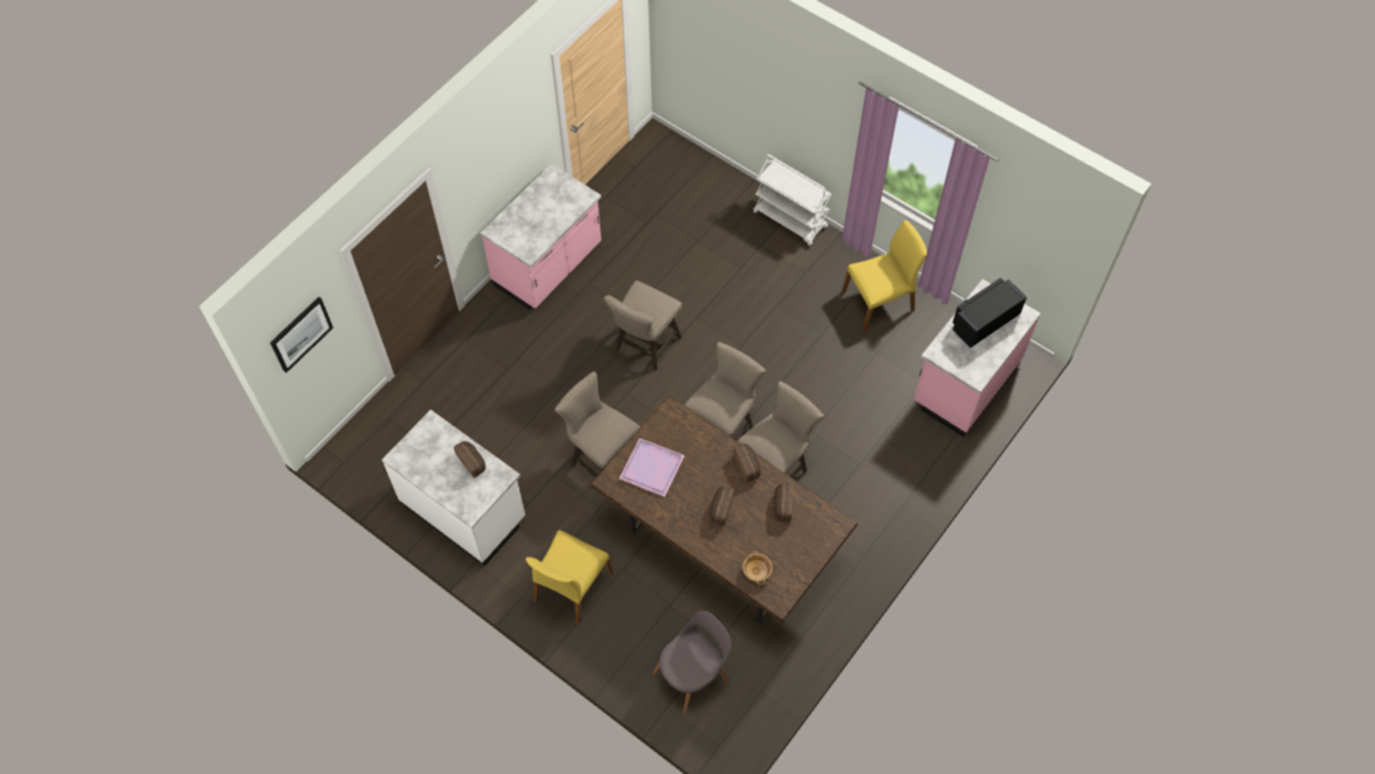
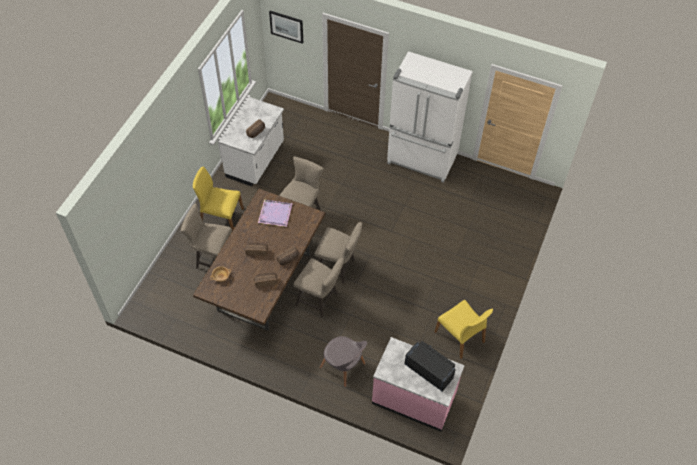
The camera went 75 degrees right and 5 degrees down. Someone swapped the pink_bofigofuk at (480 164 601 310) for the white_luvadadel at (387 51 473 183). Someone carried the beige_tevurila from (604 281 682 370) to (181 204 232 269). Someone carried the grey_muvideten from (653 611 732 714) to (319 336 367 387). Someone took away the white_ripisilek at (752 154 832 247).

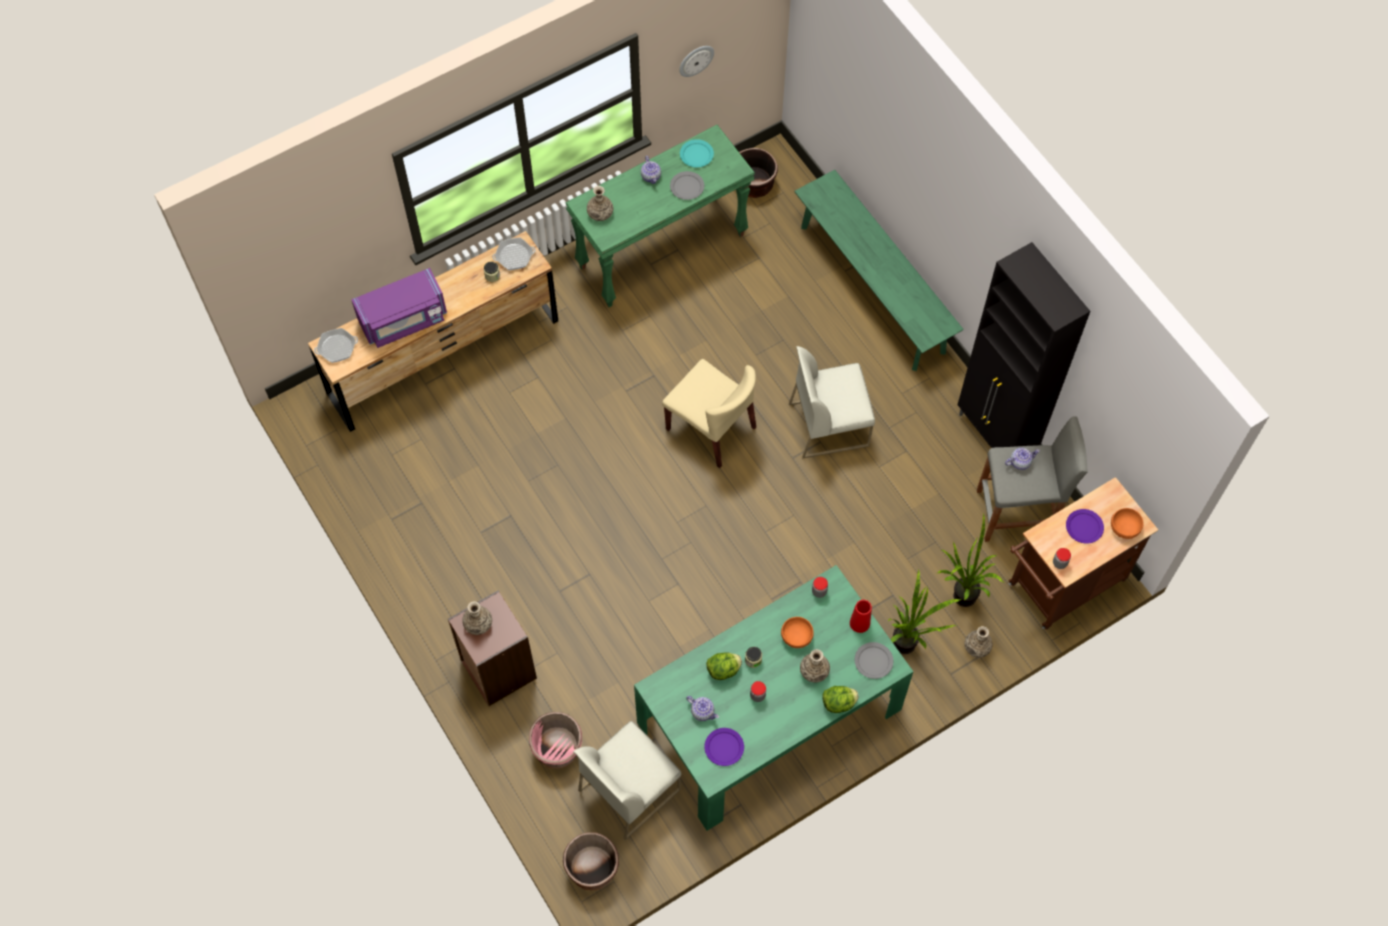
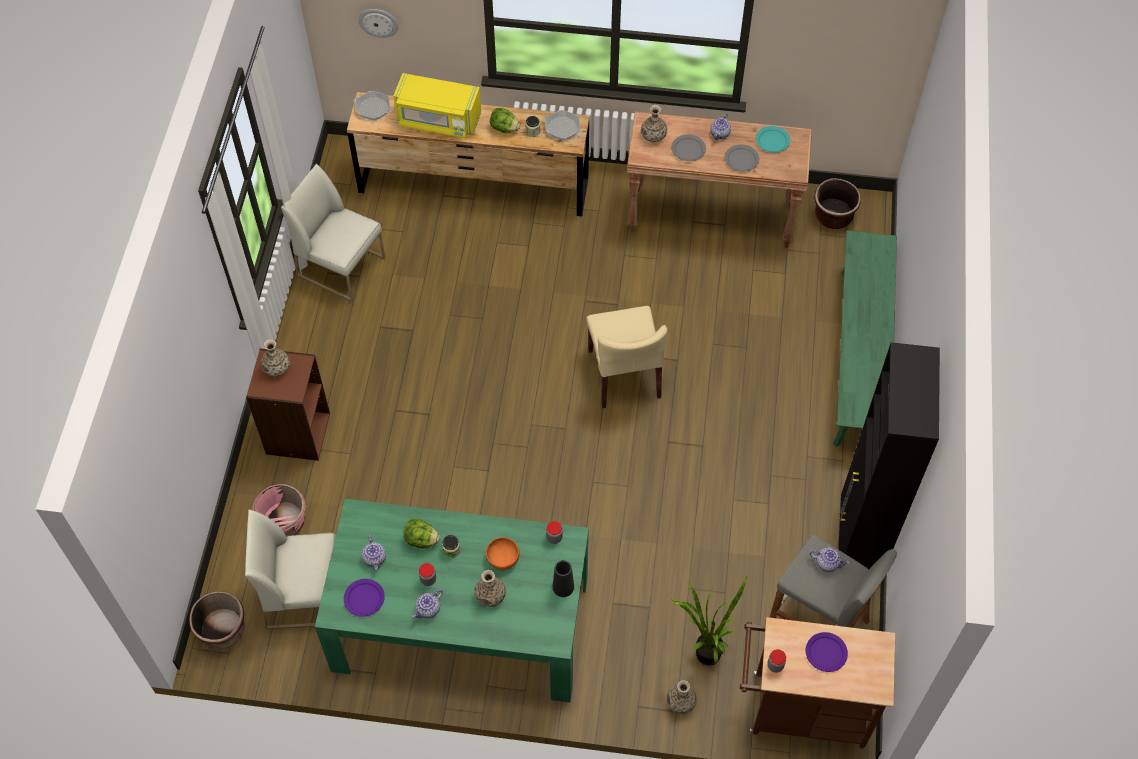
The camera went 40 degrees right and 5 degrees down. Someone repainted the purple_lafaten at (351 268 447 348), which became the yellow_lafaten at (393 73 481 138). Someone repainted the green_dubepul at (566 125 755 307), which became the brown_dubepul at (627 111 812 248). Someone carried the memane from (679 46 714 77) to (358 9 398 38). Someone carried the white_muvideten from (789 346 875 459) to (281 164 385 302). Someone carried the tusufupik from (823 686 859 713) to (490 108 520 134). Someone repainted the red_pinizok at (850 600 872 633), which became the black_pinizok at (553 560 574 597). Someone carried the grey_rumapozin from (855 642 893 679) to (671 134 706 161). Someone took away the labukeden at (888 569 963 654). Someone took away the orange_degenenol at (1111 508 1144 539). Someone put down the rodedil at (412 589 443 618).

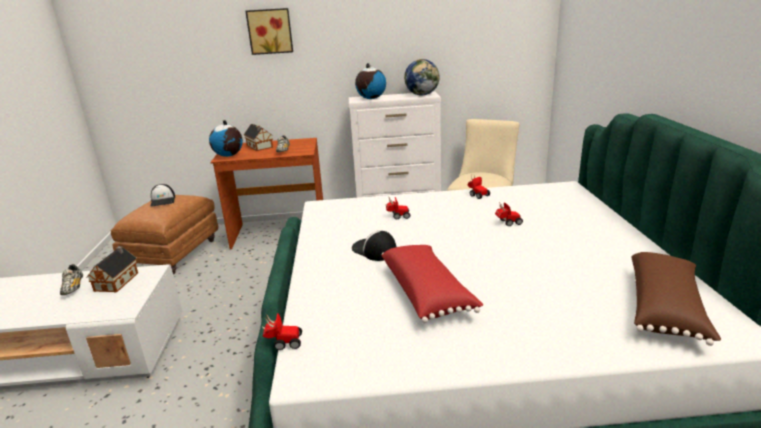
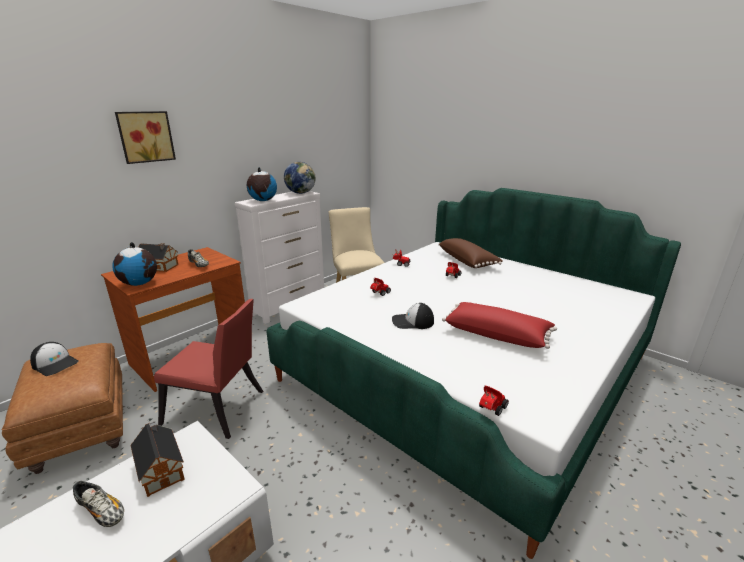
The camera went 45 degrees left and 0 degrees up. Someone carried the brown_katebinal from (631 252 721 346) to (438 238 503 268). Someone put down the red_muvideten at (154 299 263 439).

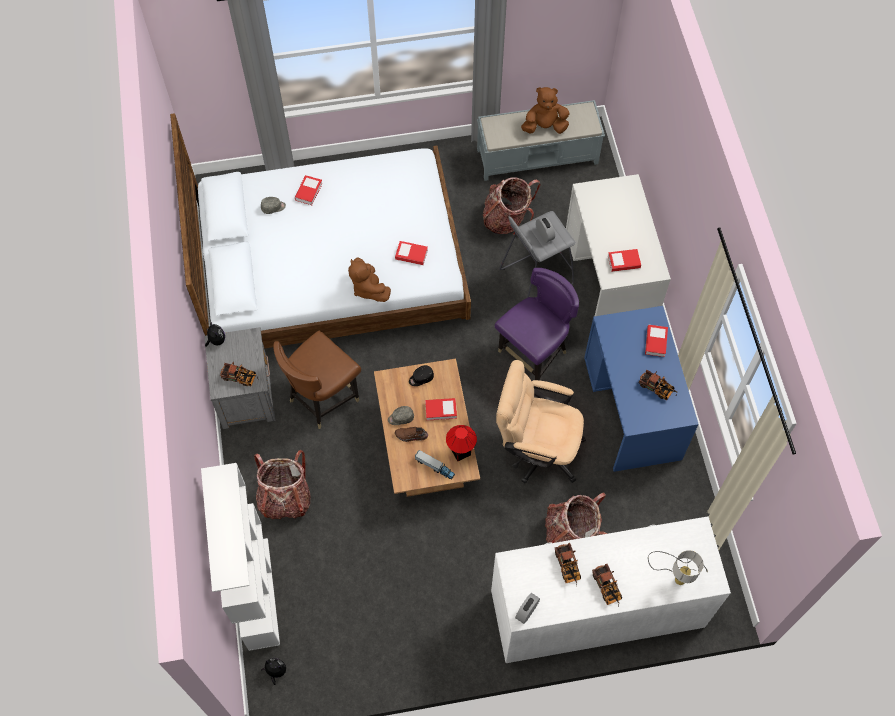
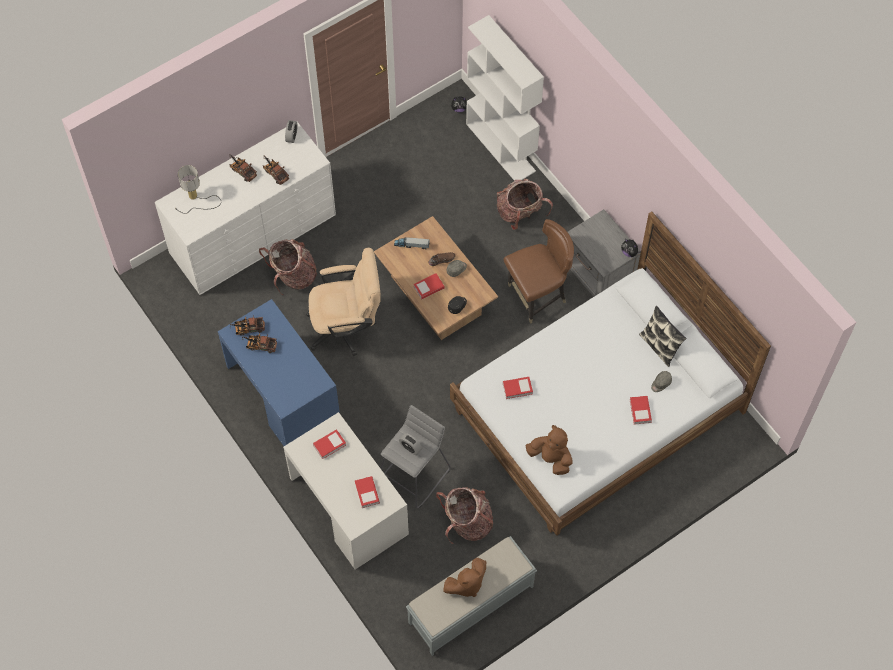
The camera went 155 degrees right and 0 degrees up. Someone carried the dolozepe from (220 361 258 386) to (230 315 265 335). Someone rotated the brown_muvideten at (273 331 361 429) by 45 degrees clockwise. Someone carried the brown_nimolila from (348 257 391 302) to (525 425 573 475). Someone took away the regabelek at (446 425 477 461). Someone took away the purple_muvideten at (495 268 579 381). Someone carried the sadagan from (645 325 668 357) to (355 476 380 508). Someone put down the katebinal at (639 306 687 367).

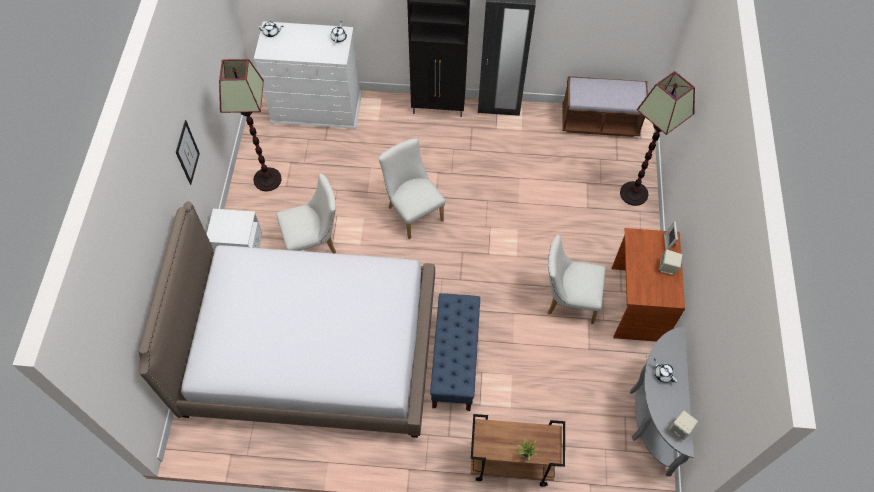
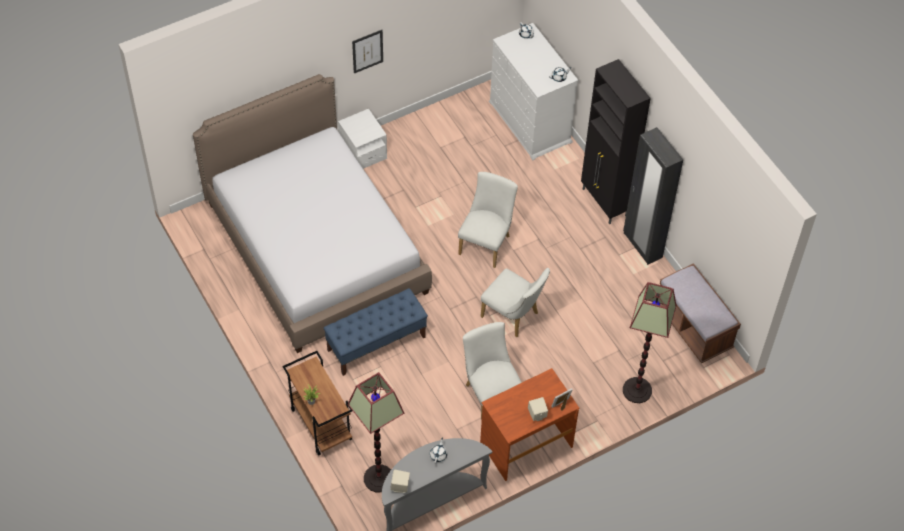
The camera went 55 degrees right and 5 degrees down. Someone carried the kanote from (219 59 282 191) to (348 372 404 492). Someone carried the white_muvideten from (276 174 336 254) to (480 268 550 337).

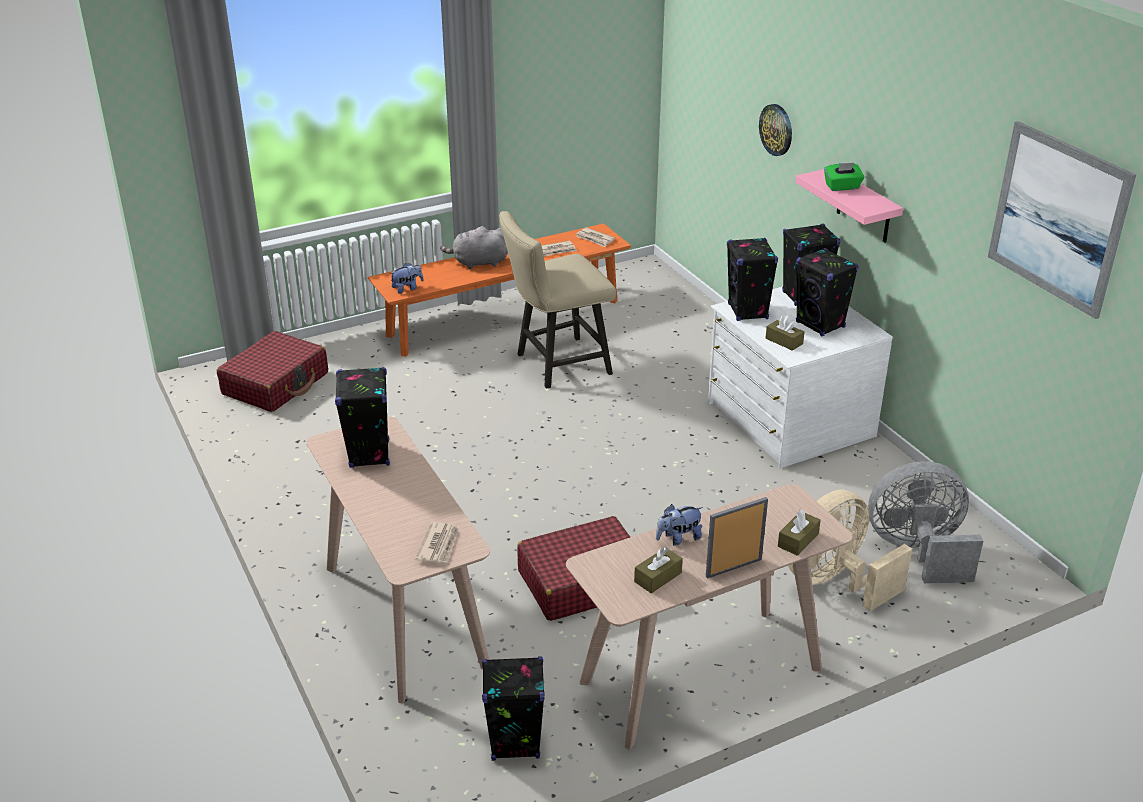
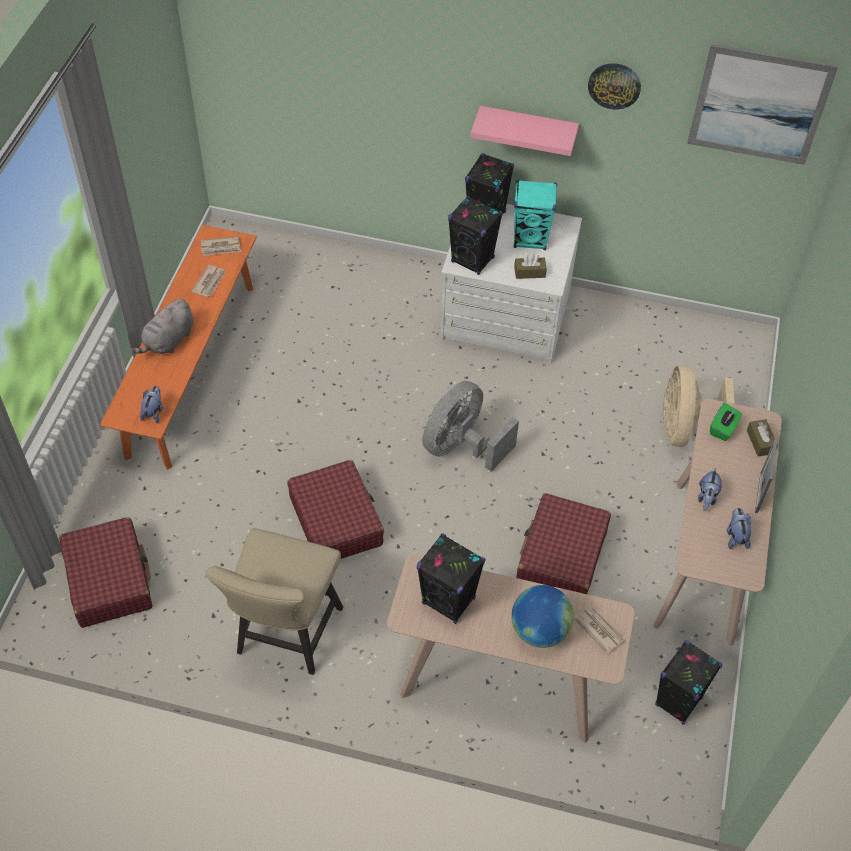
The camera went 50 degrees left and 20 degrees up. Someone carried the beige_muvideten from (499 211 616 389) to (205 528 343 675). Someone swapped the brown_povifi at (634 547 683 593) for the nimolila at (727 508 751 549). Someone carried the memane from (759 104 792 156) to (588 63 641 109). Someone repainted the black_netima at (796 248 859 336), which became the turquoise_netima at (514 180 557 250). Someone carried the green_povifi from (824 163 864 191) to (710 402 742 441). Someone carried the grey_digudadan from (868 461 983 583) to (422 381 519 471). Someone put down the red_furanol at (288 460 384 559). Someone put down the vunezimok at (511 585 574 648).

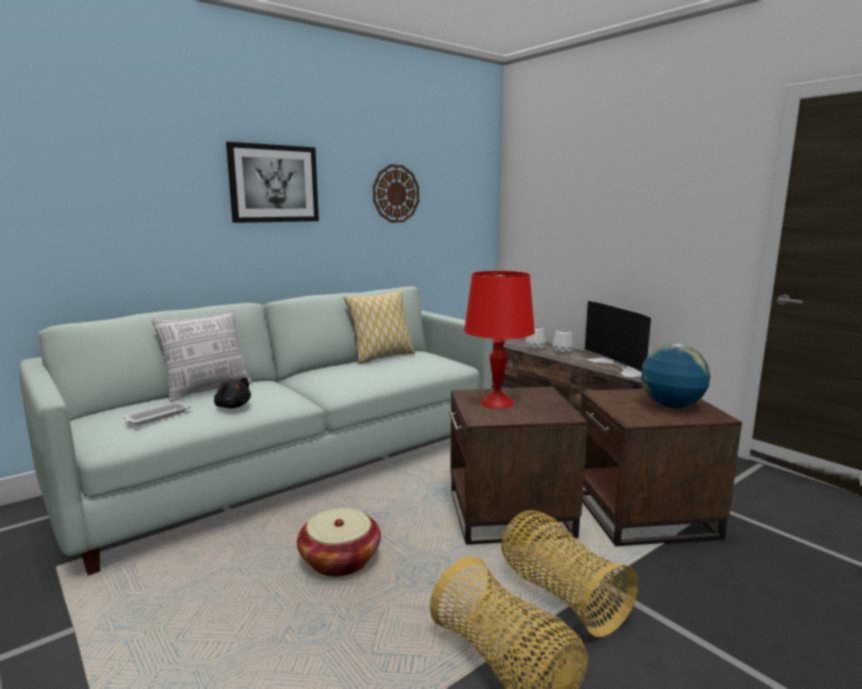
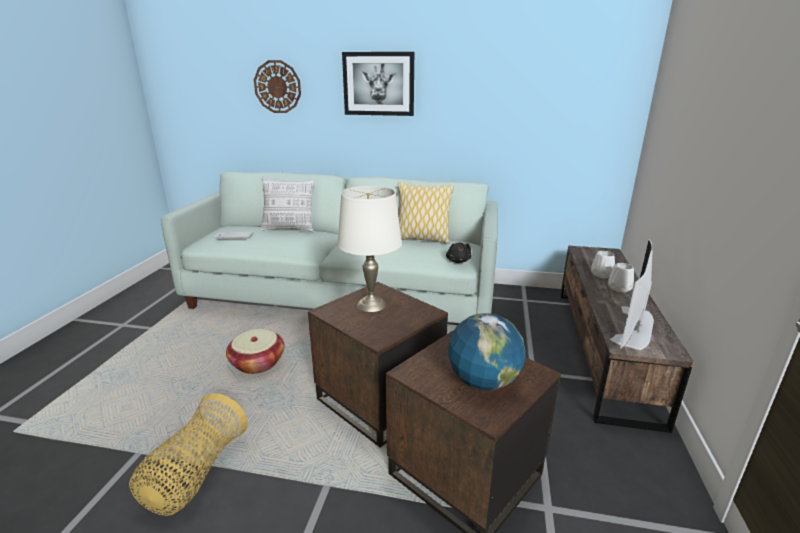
The camera went 50 degrees right and 10 degrees up. Someone carried the black_nimolila from (214 377 251 408) to (446 242 471 263). Someone carried the memane from (373 164 419 223) to (254 60 301 113). Someone repainted the red_regabelek at (464 271 535 408), which became the white_regabelek at (337 186 402 312). Someone took away the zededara at (501 510 638 637).

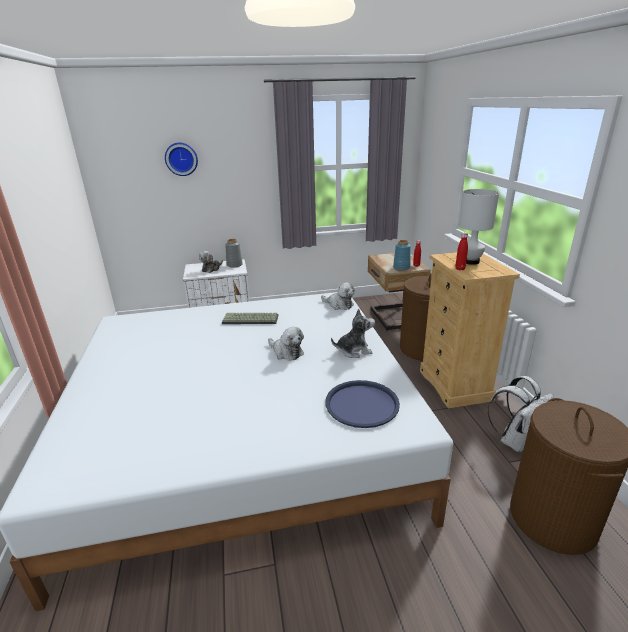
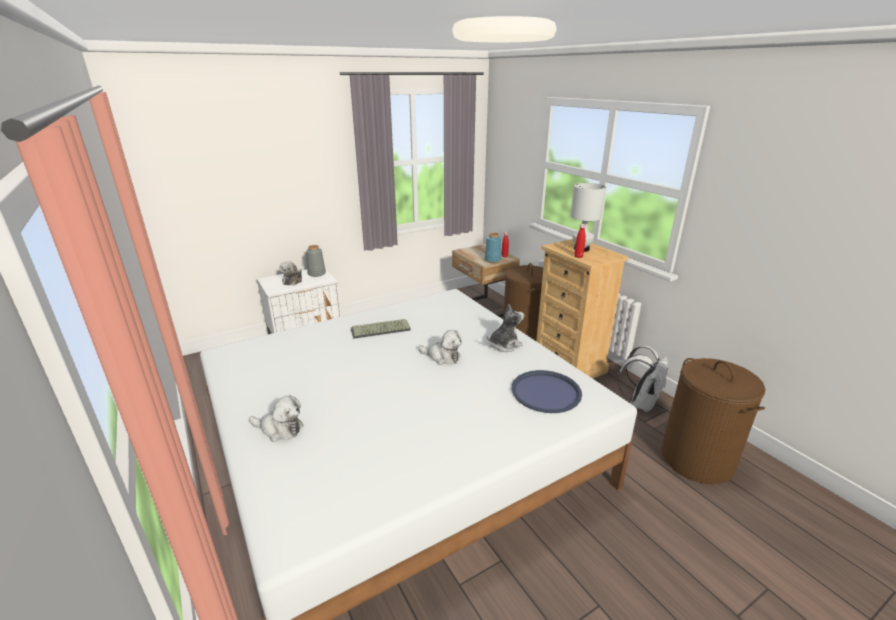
The camera went 20 degrees left and 0 degrees up. Someone took away the memane at (165 143 198 176). Someone carried the nimolila from (321 282 355 310) to (249 395 303 442).

